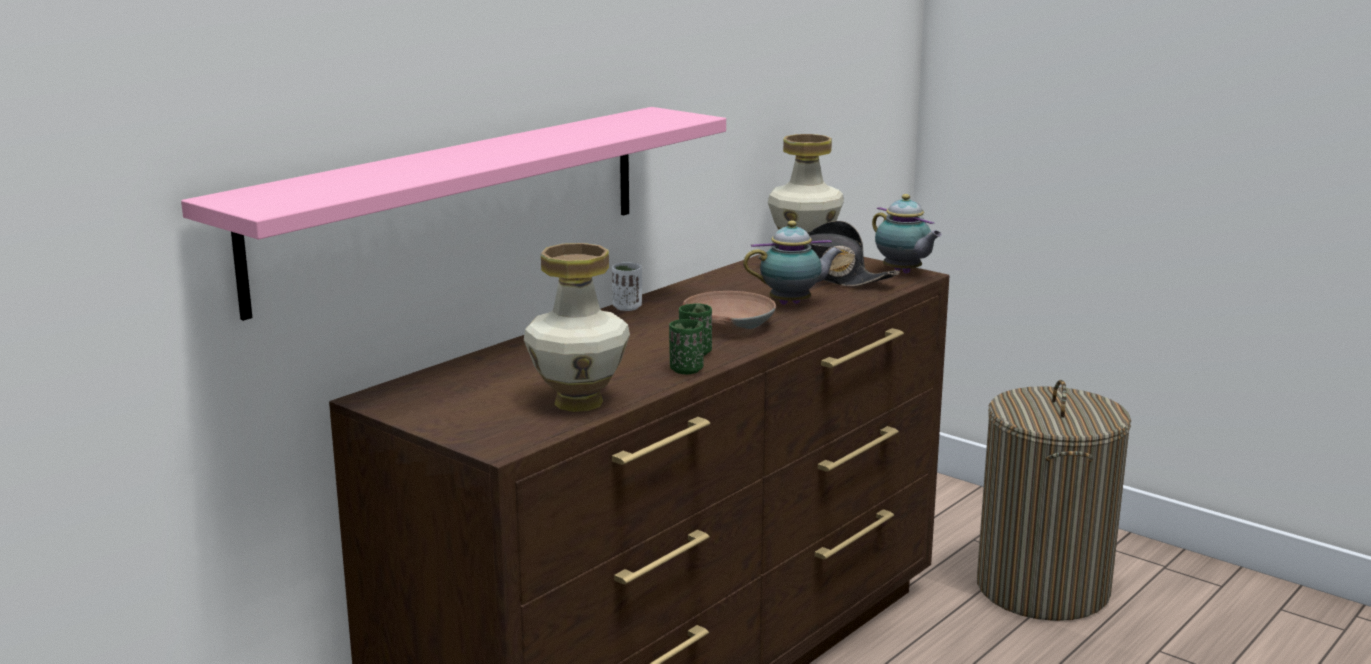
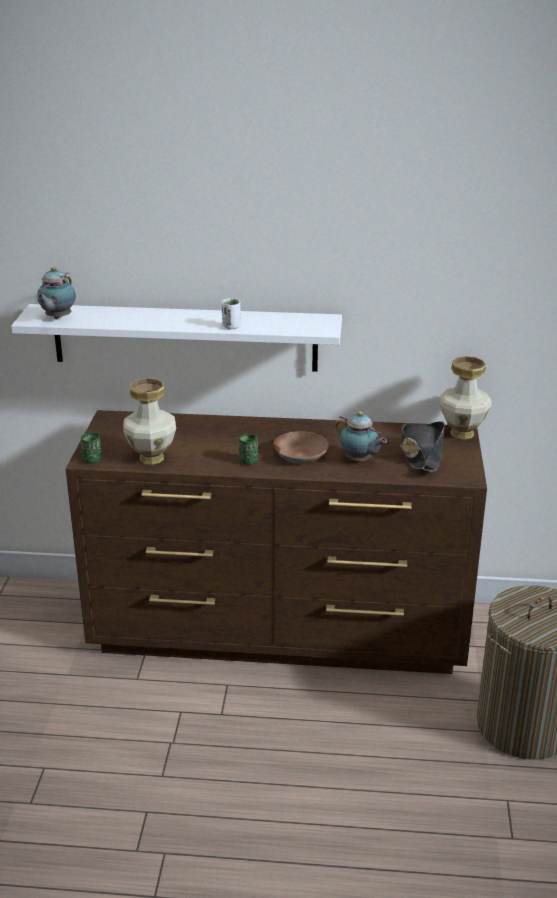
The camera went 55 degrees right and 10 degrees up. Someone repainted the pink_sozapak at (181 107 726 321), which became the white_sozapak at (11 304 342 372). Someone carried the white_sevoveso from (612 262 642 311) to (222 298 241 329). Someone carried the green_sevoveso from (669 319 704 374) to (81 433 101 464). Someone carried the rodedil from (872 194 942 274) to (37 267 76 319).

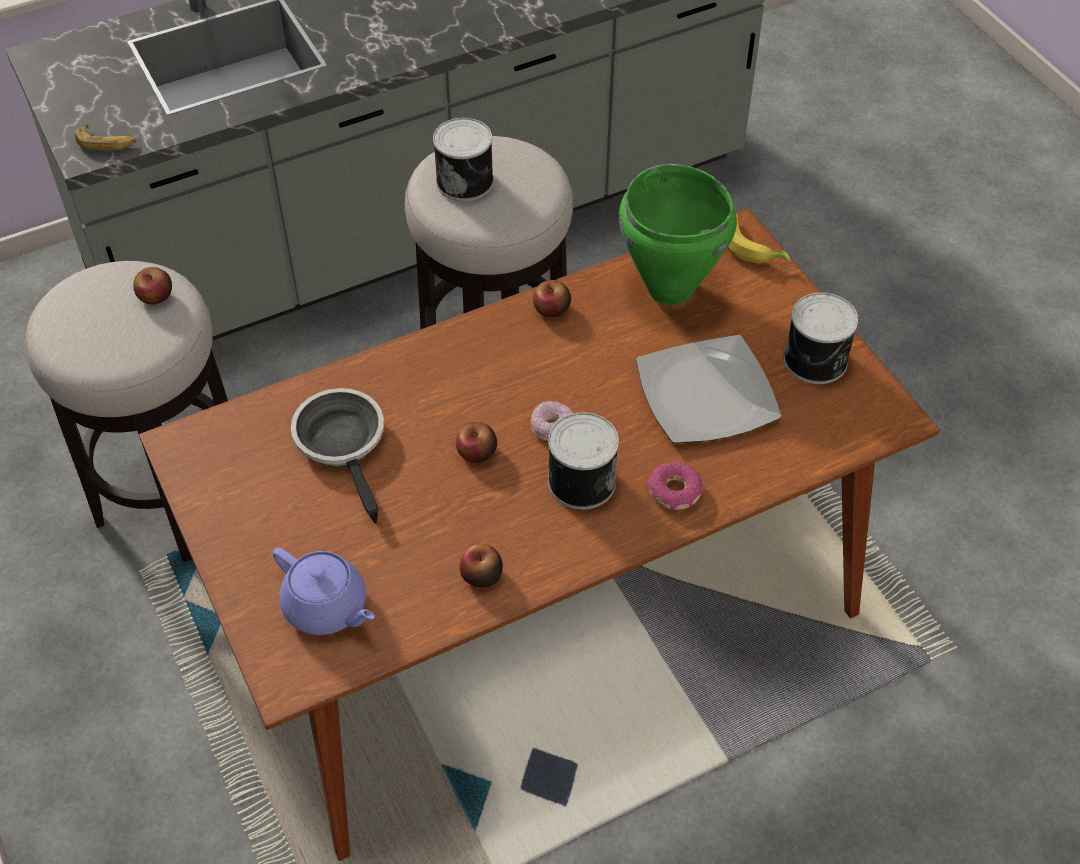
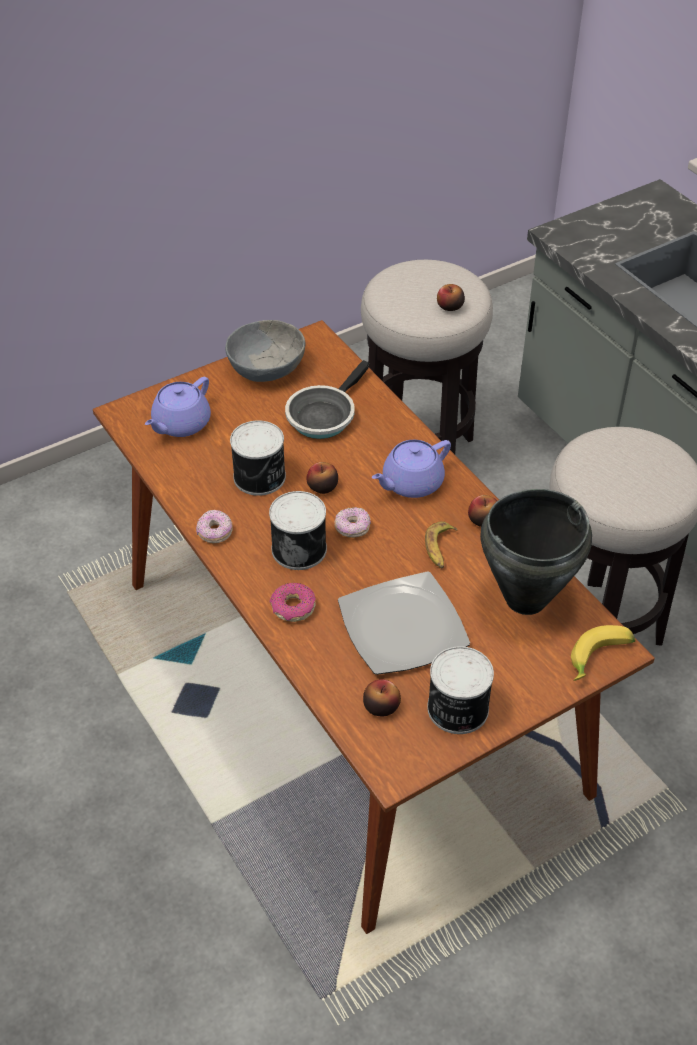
The camera went 85 degrees right and 5 degrees down. Someone carried the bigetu from (75 124 136 150) to (425 521 457 569). Someone rotated the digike at (291 388 384 523) by 150 degrees clockwise. Someone carried the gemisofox from (433 118 494 201) to (230 420 286 496). Someone carried the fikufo from (460 544 503 588) to (363 679 401 716). Someone repainted the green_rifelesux at (619 164 737 305), which became the black_rifelesux at (480 489 592 615). Someone put down the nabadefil at (196 510 233 543). Someone put down the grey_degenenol at (225 320 305 382). Someone put down the purple_rodedil at (372 440 451 498).

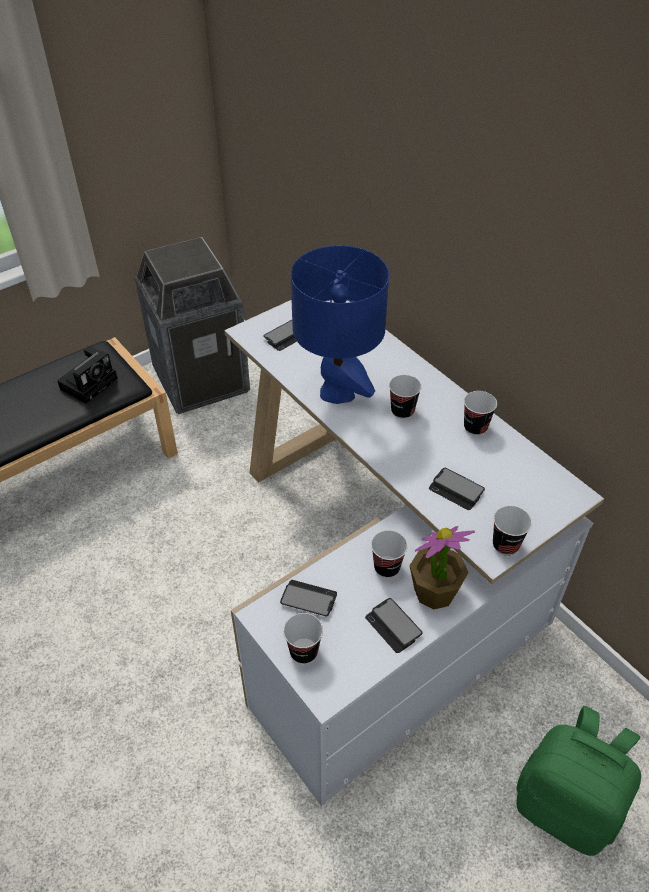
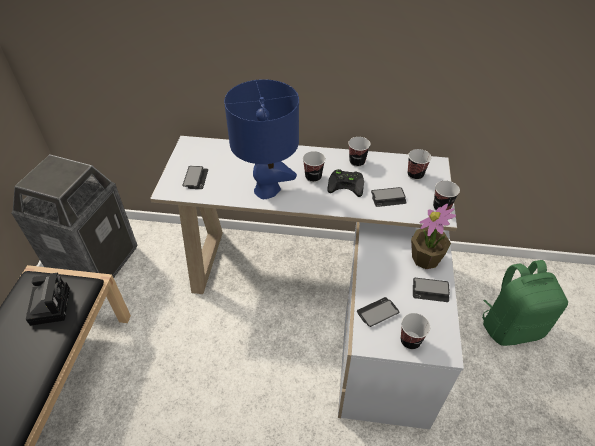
The camera went 45 degrees left and 0 degrees up. Someone carried the sevoveso from (371 530 408 578) to (408 149 431 180). Someone put down the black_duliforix at (327 169 364 197).

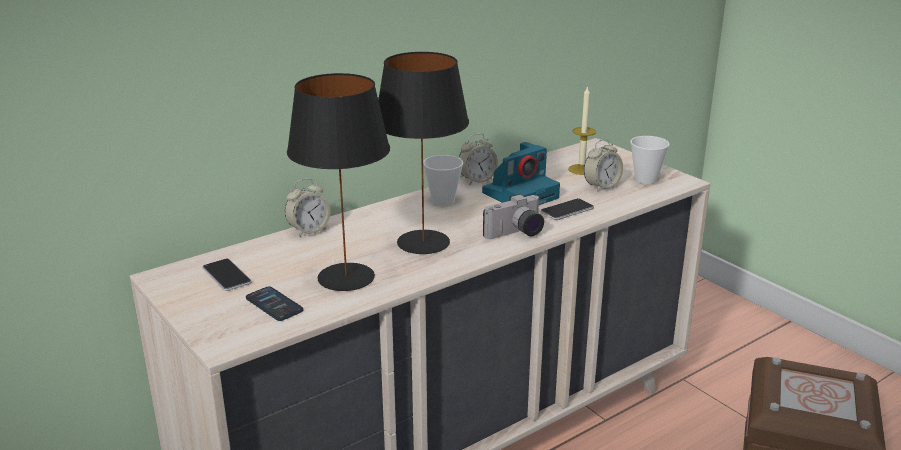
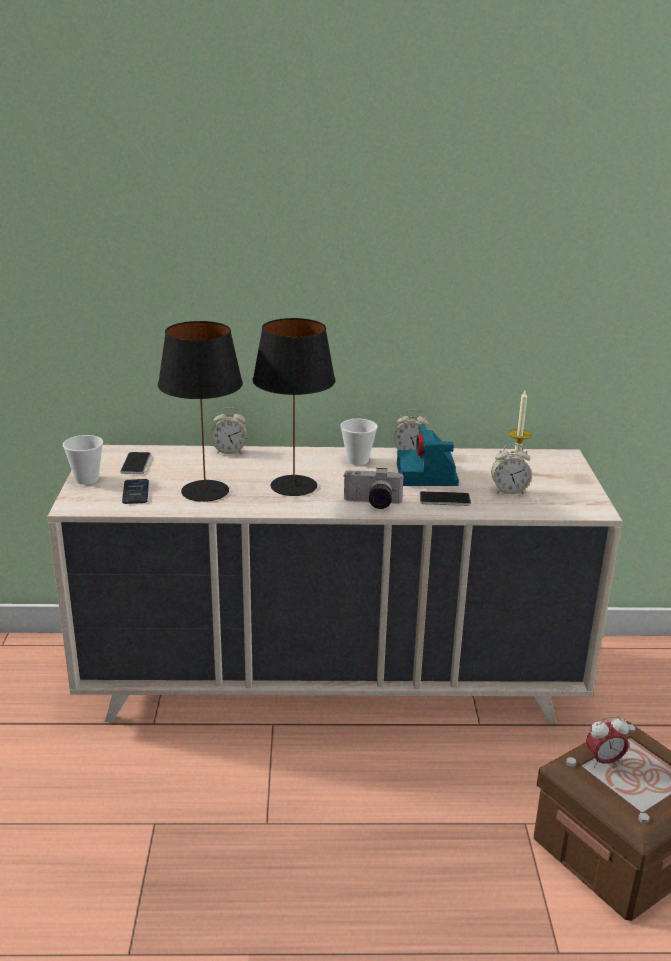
The camera went 35 degrees right and 0 degrees up. Someone rotated the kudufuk at (482 142 560 205) by 90 degrees clockwise. Someone carried the sevoveso from (630 136 670 184) to (63 435 103 485). Someone put down the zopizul at (586 716 629 768).

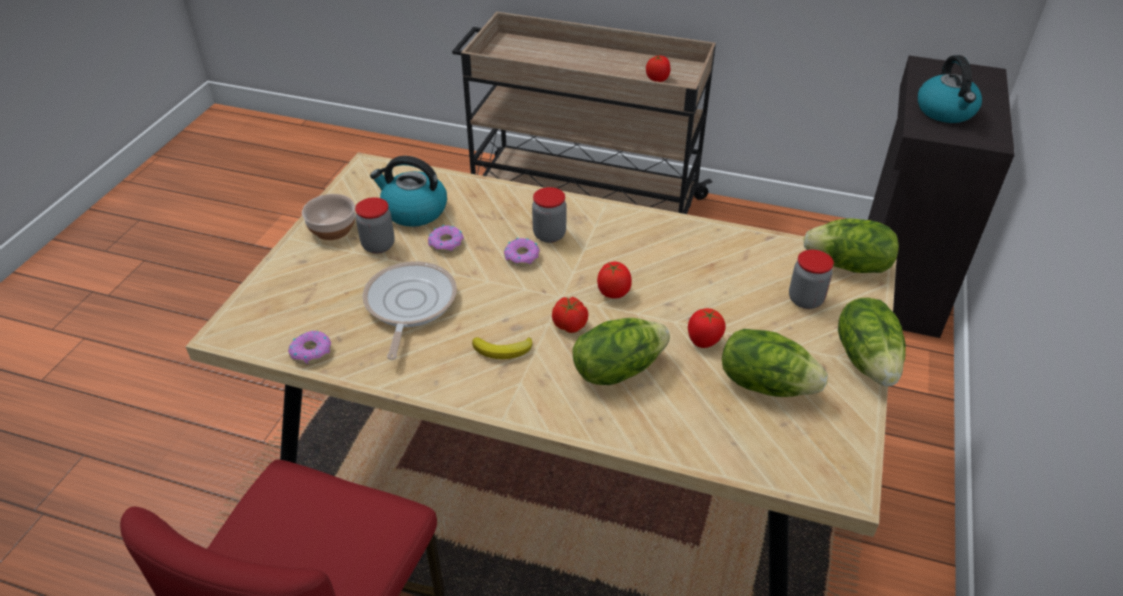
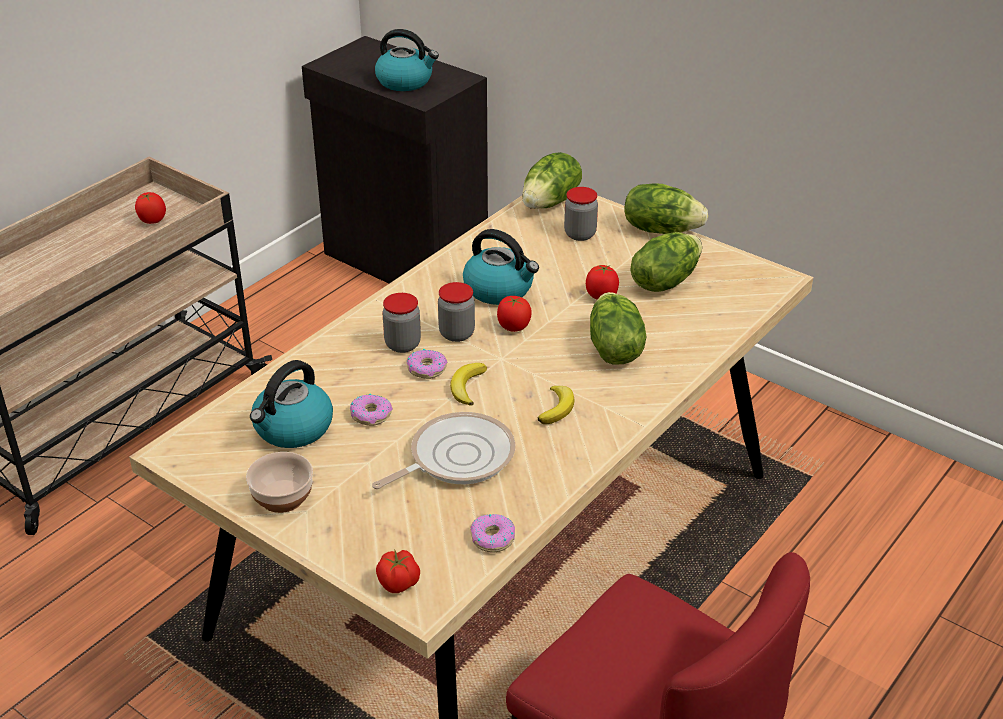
The camera went 70 degrees left and 5 degrees down. Someone carried the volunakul from (355 197 395 254) to (438 282 475 342). Someone rotated the digike at (363 261 457 360) by 120 degrees clockwise. Someone carried the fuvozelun from (552 297 588 333) to (376 550 420 593). Someone put down the bigetu at (450 363 487 406). Someone put down the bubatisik at (463 229 539 305).

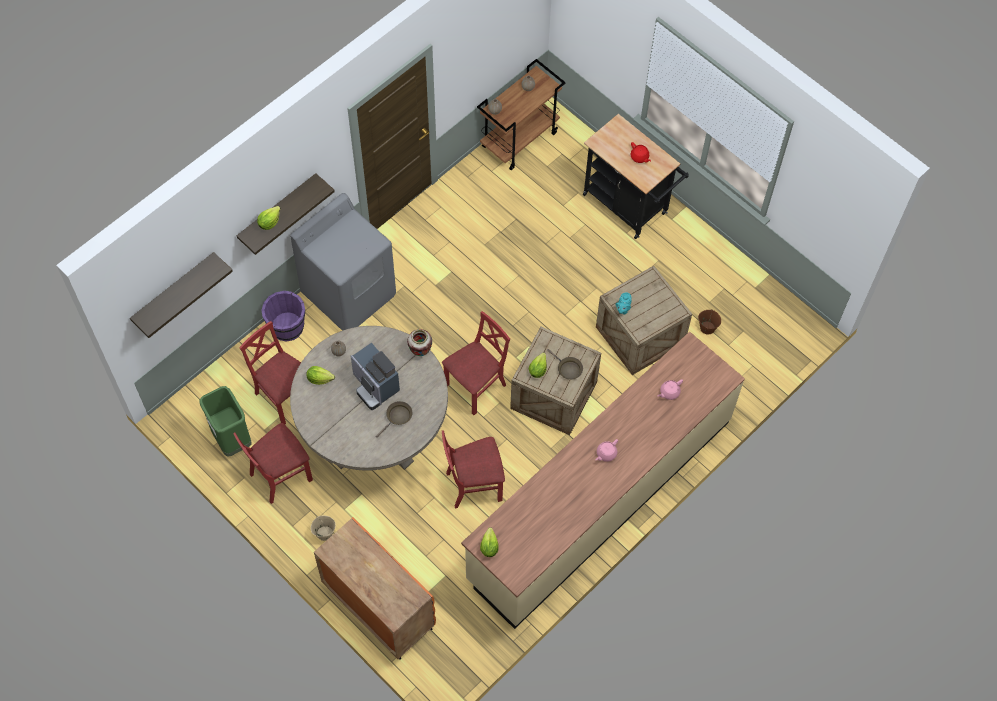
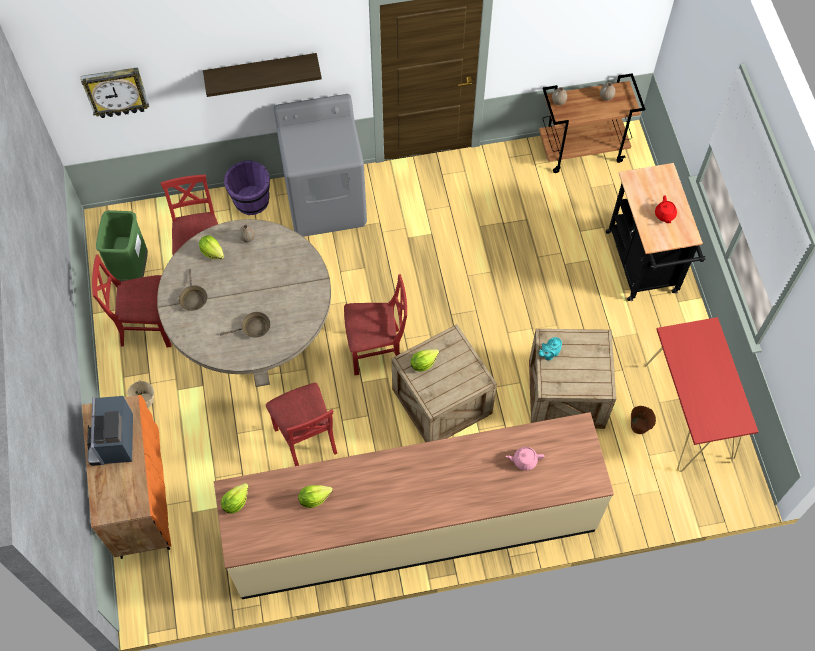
The camera went 35 degrees right and 0 degrees up. Someone swapped the sozapak at (130 252 233 338) for the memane at (81 67 149 118). Someone carried the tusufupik from (257 206 280 230) to (298 485 333 508). Someone carried the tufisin from (351 343 400 410) to (87 396 133 466). Someone took away the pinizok at (407 329 432 356). Someone rotated the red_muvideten at (442 430 505 508) by 135 degrees counterclockwise. Someone carried the brown_digike from (547 349 583 380) to (179 269 207 311). Someone took away the pink_rodedil at (595 439 618 462). Someone put down the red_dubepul at (645 317 759 472).

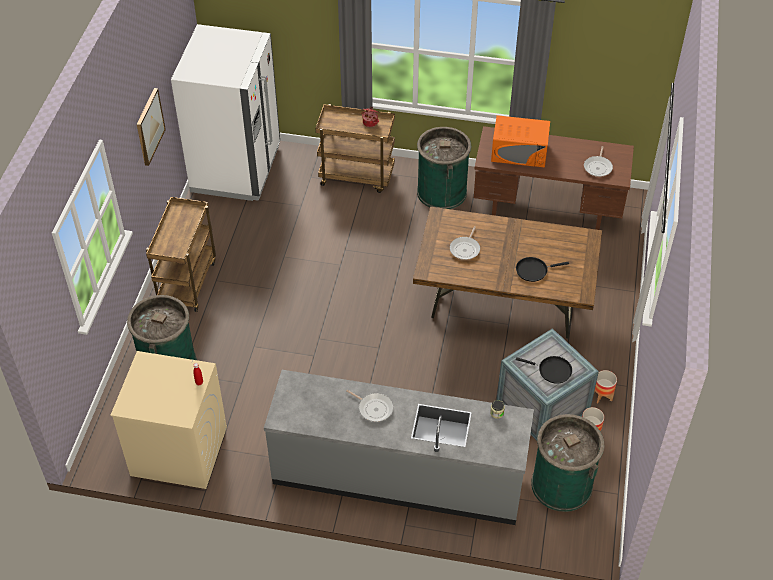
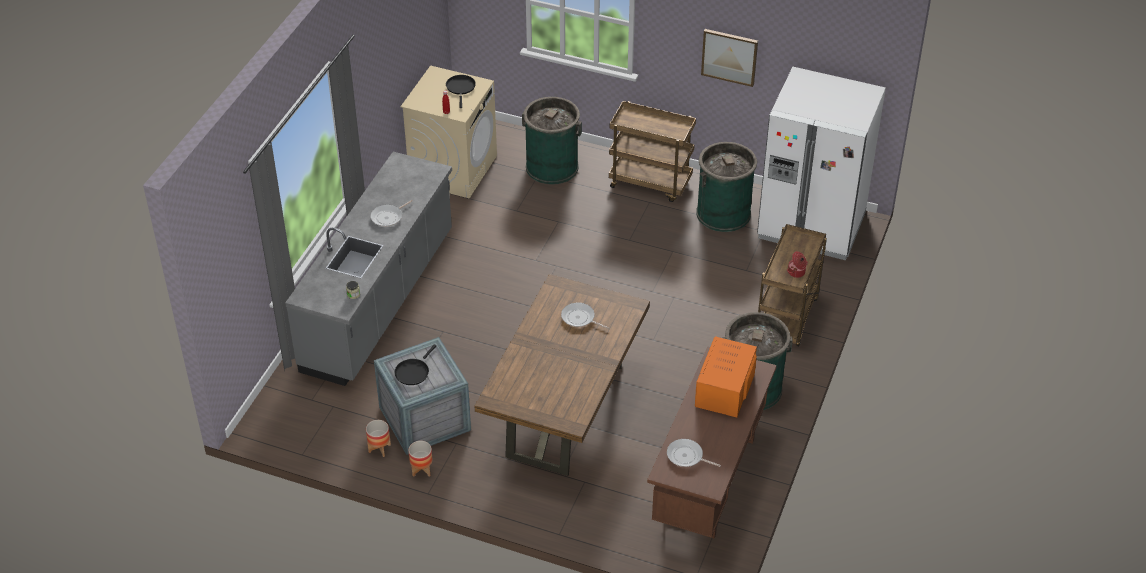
The camera went 100 degrees right and 5 degrees down. Someone carried the black_digike from (516 257 569 282) to (446 75 476 108). Someone carried the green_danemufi from (531 414 604 512) to (696 142 757 232).

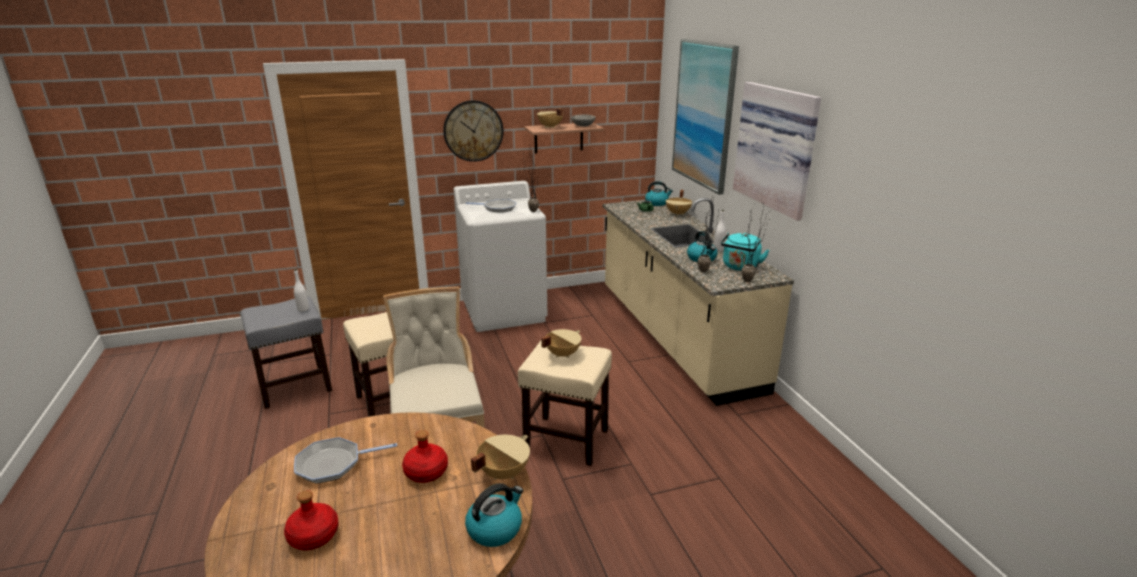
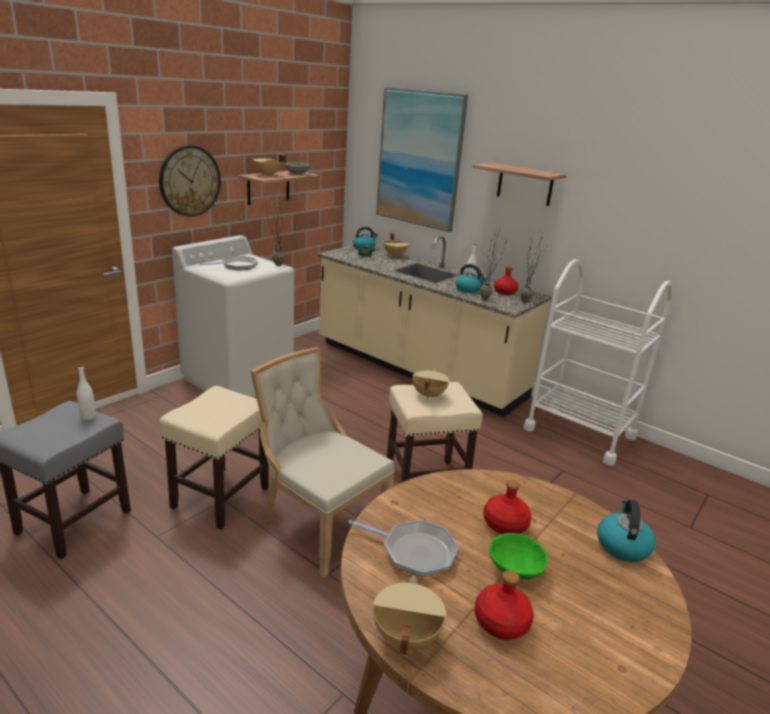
The camera went 35 degrees left and 0 degrees up. Someone rotated the digike at (294 437 397 484) by 105 degrees counterclockwise. Someone carried the beige_rifelesux from (471 435 530 480) to (373 576 446 656). Someone swapped the turquoise_bubatisik at (721 233 769 271) for the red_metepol at (494 267 518 295). Someone swapped the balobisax at (733 82 821 221) for the sozapak at (472 163 566 206). Someone put down the green_degenenol at (489 533 548 580). Someone put down the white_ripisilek at (523 259 672 466).

